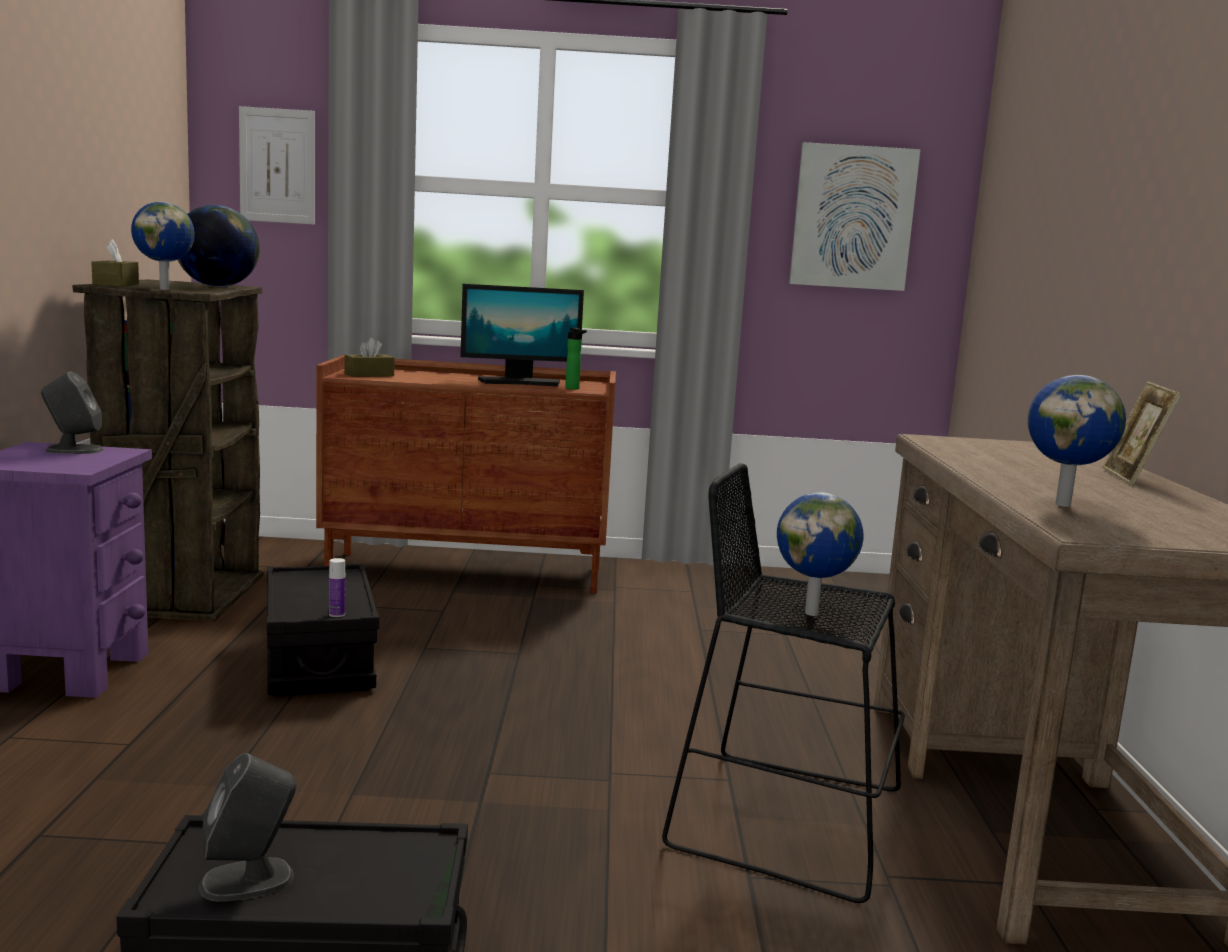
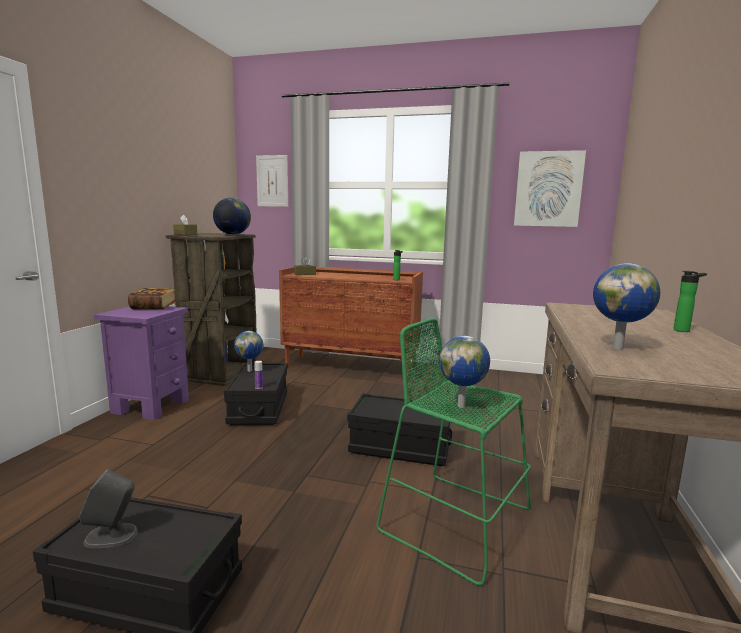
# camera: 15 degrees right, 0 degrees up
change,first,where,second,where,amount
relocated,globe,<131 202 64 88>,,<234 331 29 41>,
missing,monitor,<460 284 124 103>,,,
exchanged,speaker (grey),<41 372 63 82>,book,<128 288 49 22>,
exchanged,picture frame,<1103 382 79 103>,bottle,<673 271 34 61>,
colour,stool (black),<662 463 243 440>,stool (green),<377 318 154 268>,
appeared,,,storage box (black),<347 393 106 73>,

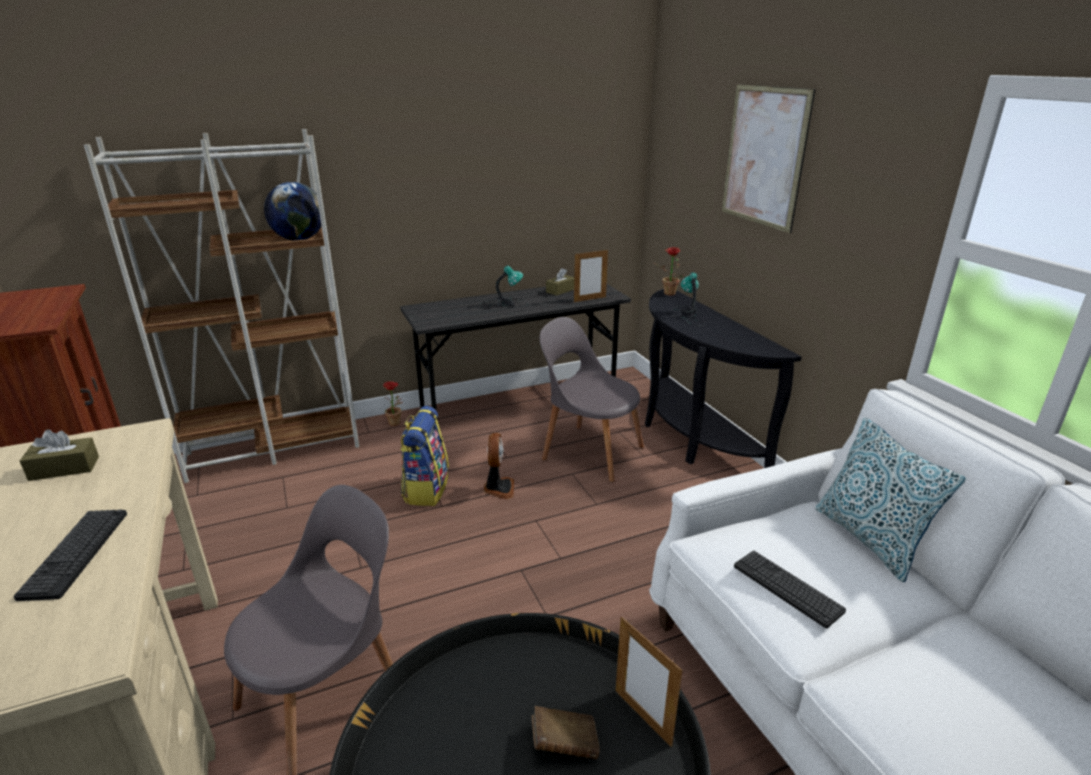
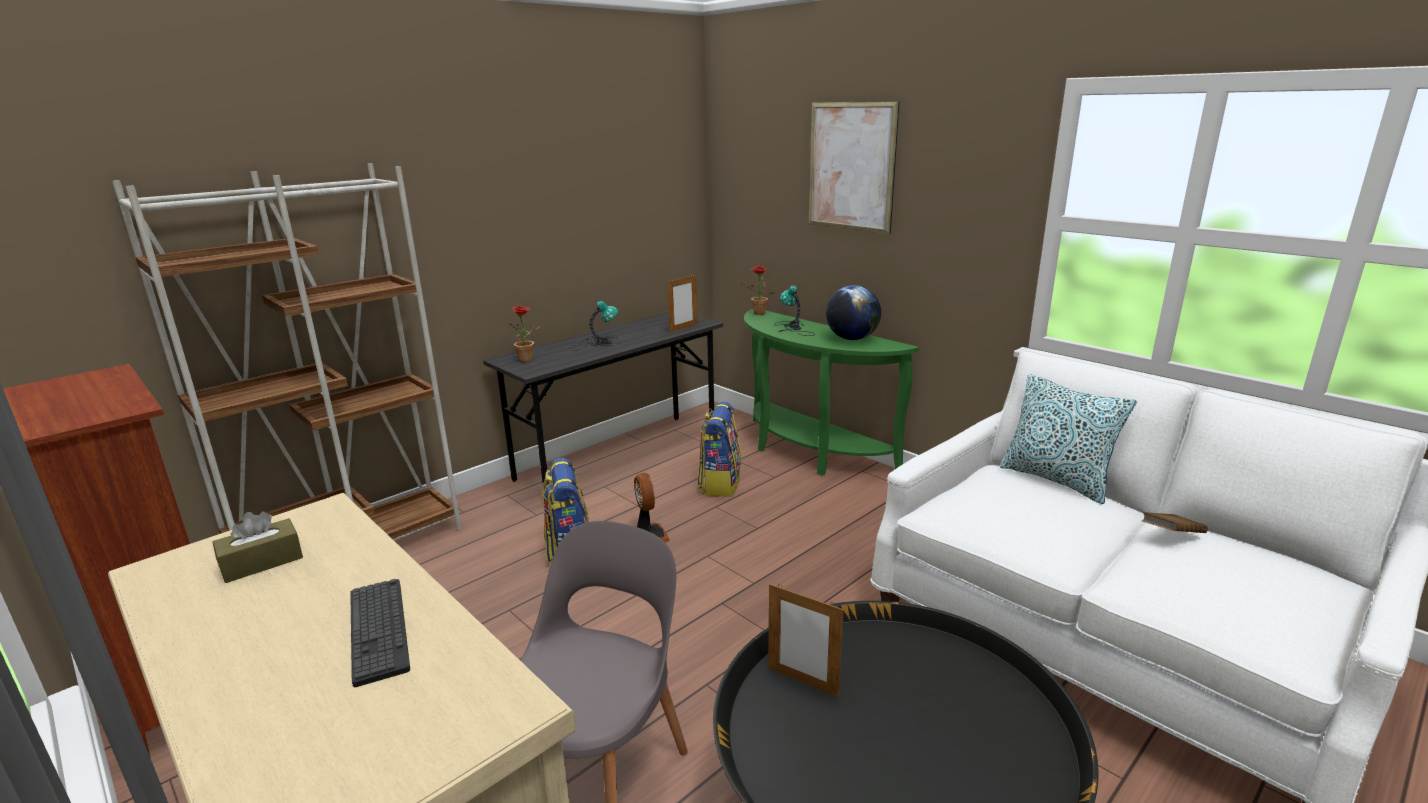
# camera: 20 degrees left, 5 degrees down
change,first,where,second,where,amount
relocated,globe,<264 182 61 58>,,<826 285 55 55>,
missing,tissue box (brown),<546 268 28 28>,,,
colour,console table (black),<645 289 157 179>,console table (green),<744 309 175 167>,
exchanged,chair (grey),<540 317 104 165>,backpack,<697 402 45 95>,
relocated,potted plant,<381 381 22 45>,,<508 306 33 56>,
missing,keyboard,<734 551 112 77>,,,
relocated,picture frame,<616 616 66 131>,,<768 584 76 113>,
relocated,book (brown),<532 706 68 53>,,<1142 512 66 21>,

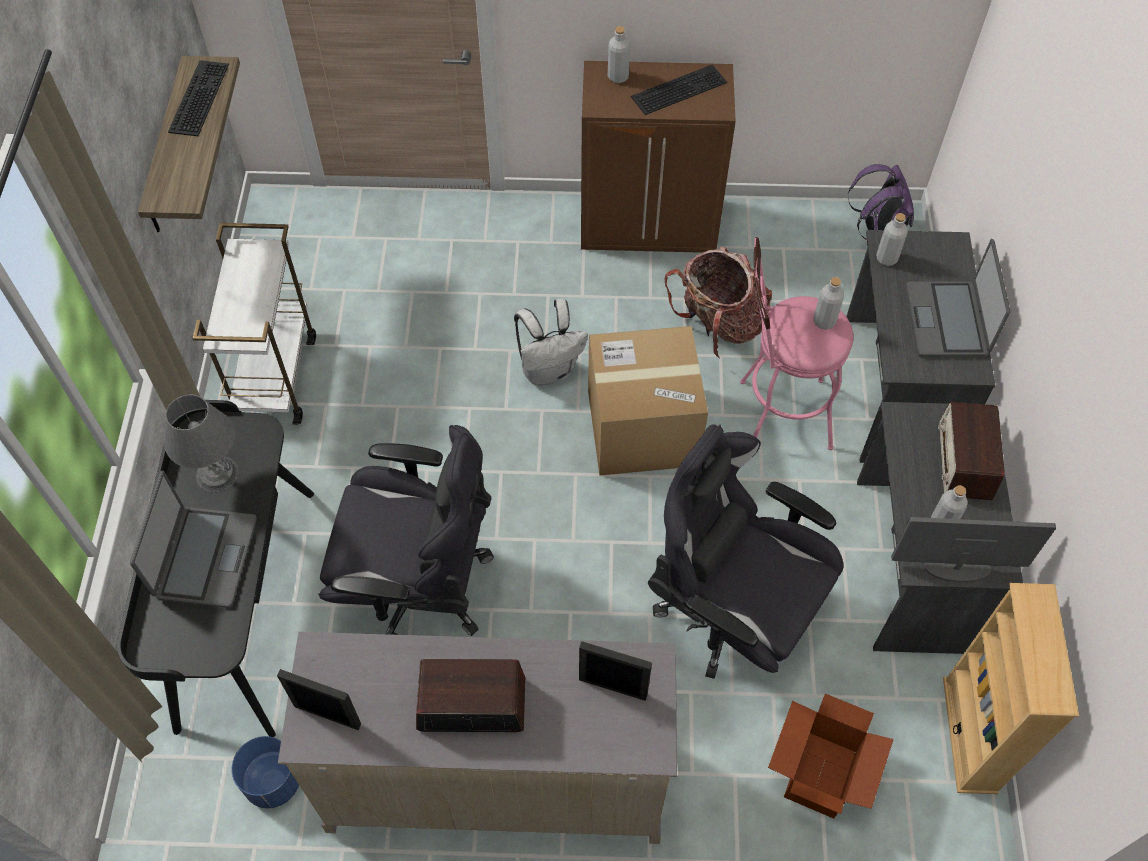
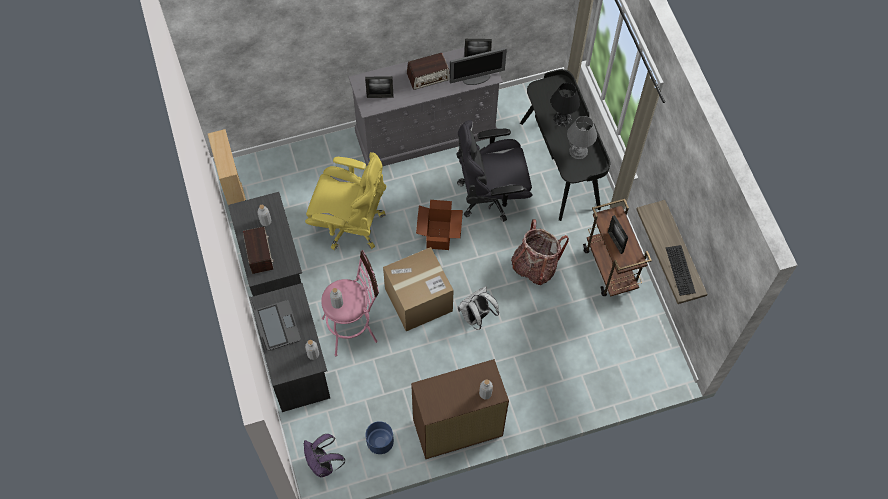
# camera: 160 degrees right, 5 degrees up
change,first,where,second,where,amount
missing,keyboard,<631 65 96 50>,,,
colour,cart (white),<193 223 124 202>,cart (brown),<583 199 69 98>,
relocated,backpack,<665 247 107 111>,,<511 219 58 66>,
colour,office chair (black),<648 424 196 255>,office chair (yellow),<305 152 81 98>,
exchanged,laptop,<130 471 127 137>,table lamp (black),<551 83 29 44>,
relocated,monitor,<891 517 165 65>,,<449 48 58 37>,
relocated,cardboard box,<768 694 126 124>,,<416 200 47 50>,
relocated,planter (blue),<232 736 67 72>,,<365 421 29 33>,
appeared,,,picture frame,<608 215 20 39>,

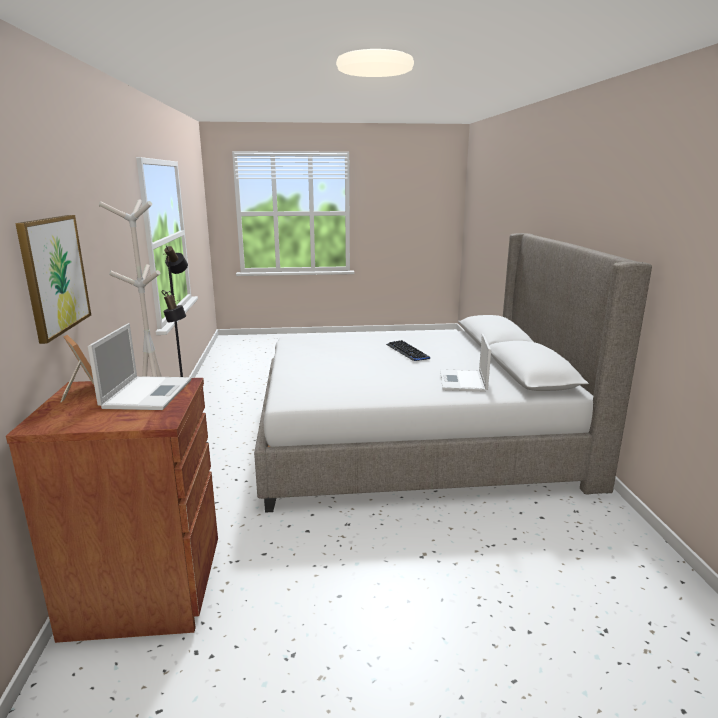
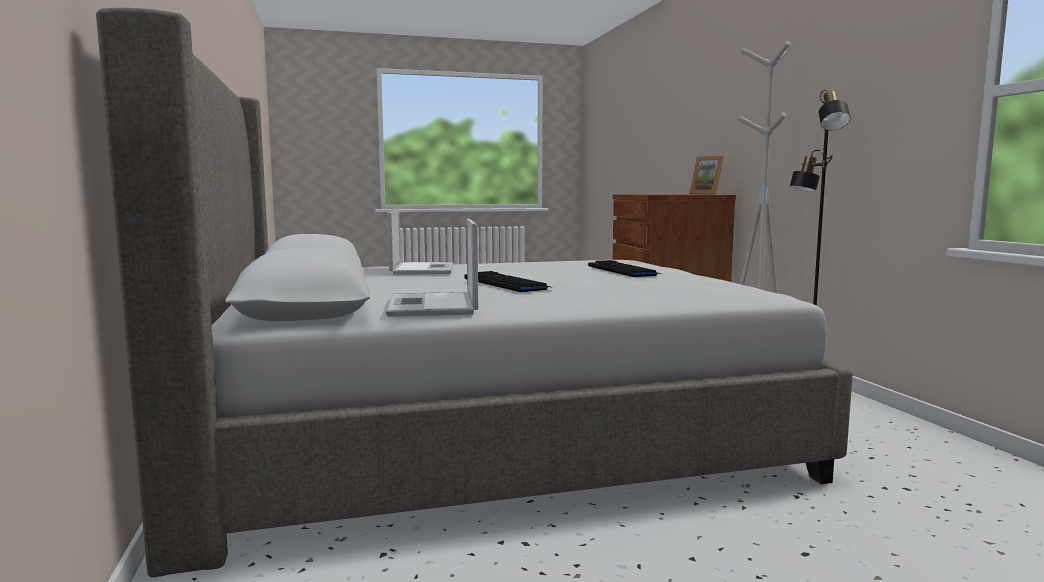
# camera: 170 degrees right, 10 degrees down
change,first,where,second,where,amount
missing,picture,<15 215 76 129>,,,
relocated,laptop,<88 323 103 87>,,<386 218 92 99>,
appeared,,,keyboard,<588 260 72 17>,

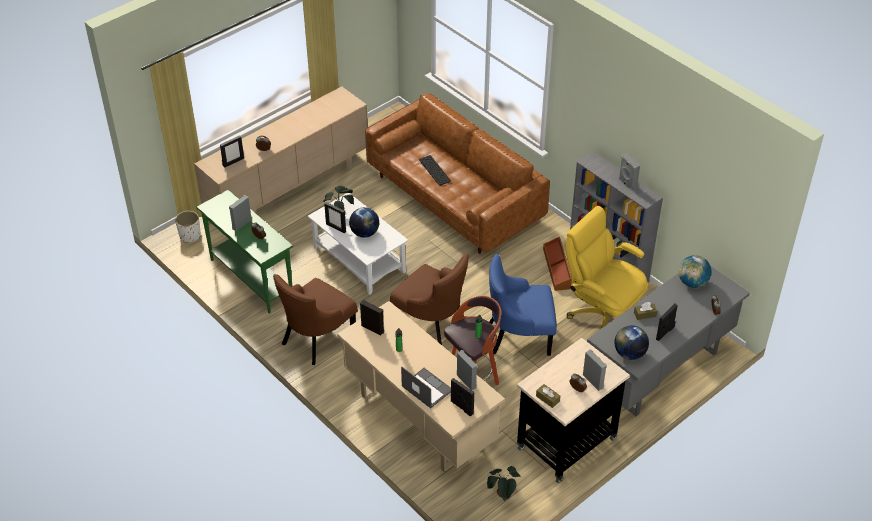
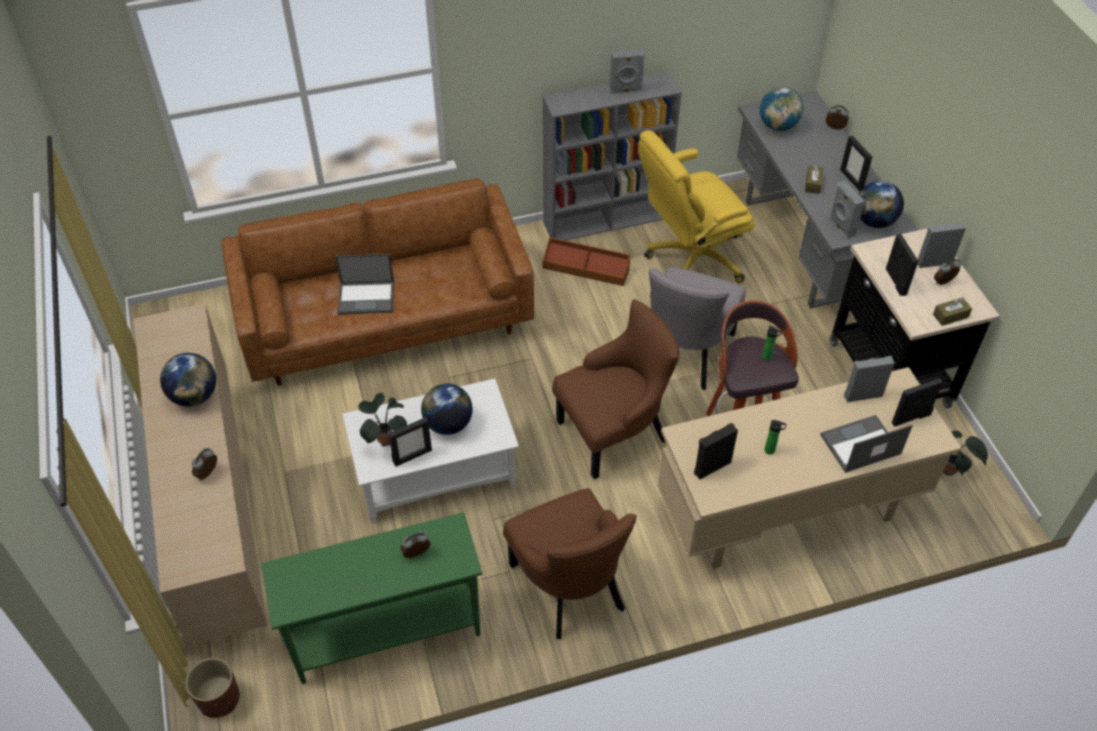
# camera: 65 degrees left, 5 degrees up
change,first,where,second,where,amount
relocated,picture frame,<220 135 24 32>,,<886 234 32 62>,
exchanged,keyboard,<419 155 32 31>,laptop,<335 254 59 60>,
relocated,speaker (grey),<229 195 23 36>,,<829 181 36 58>,
colour,planter (white),<175 211 26 32>,planter (brown),<185 658 55 60>,
colour,chair (blue),<489 254 68 102>,chair (grey),<648 267 98 123>,
appeared,,,globe,<160 353 56 54>,

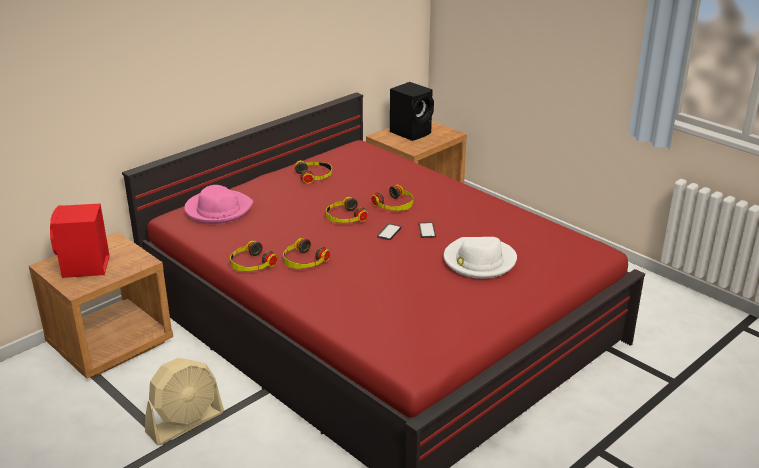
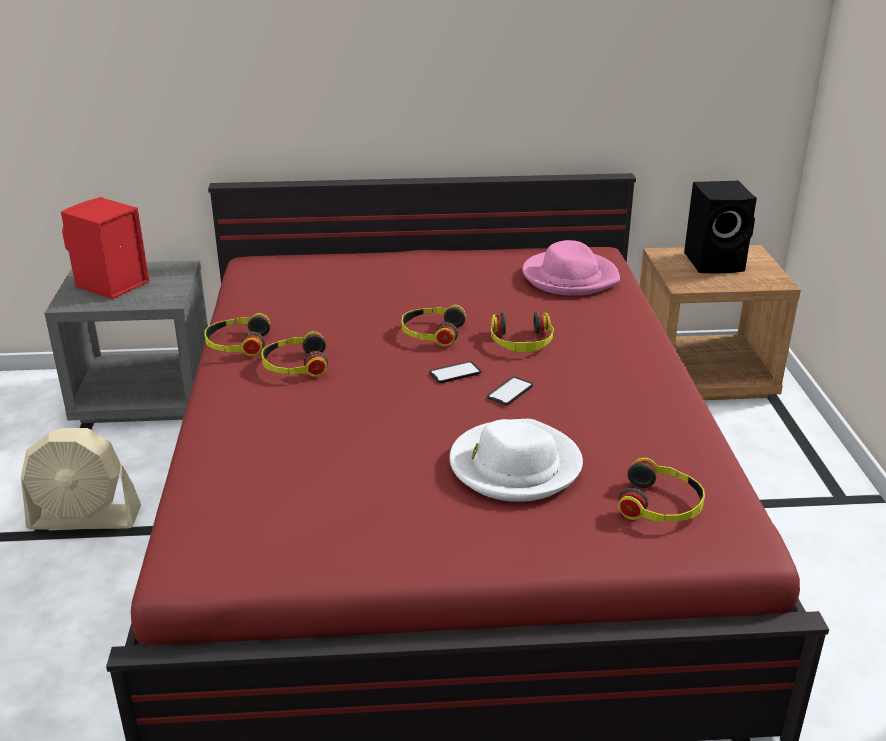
# camera: 40 degrees right, 0 degrees up
change,first,where,second,where,amount
relocated,headphones,<295 160 37 24>,,<618 458 87 64>,
relocated,hat (pink),<184 185 69 39>,,<522 240 98 56>,
colour,nightstand (brown),<29 232 144 147>,nightstand (grey),<45 261 163 162>,

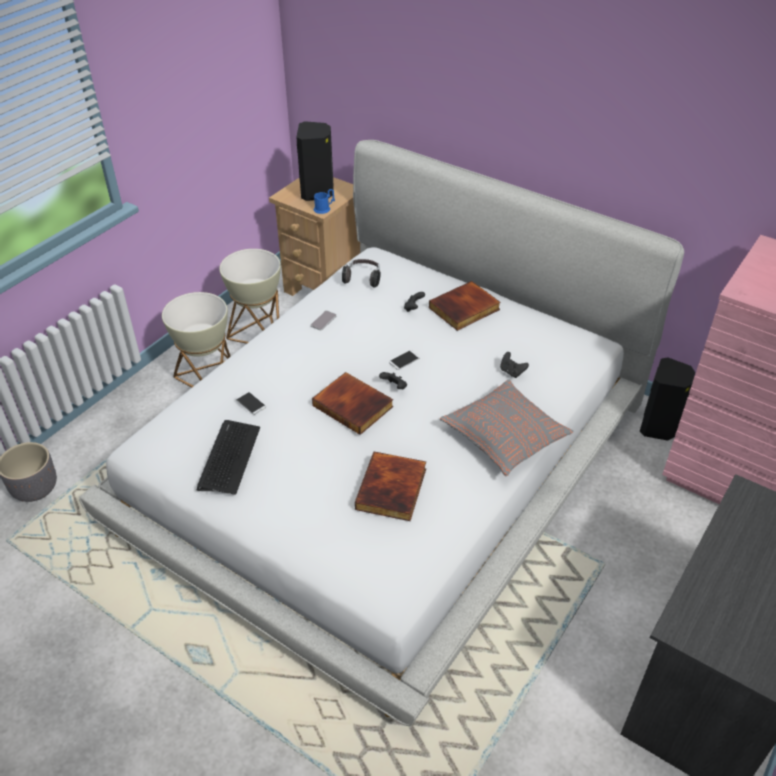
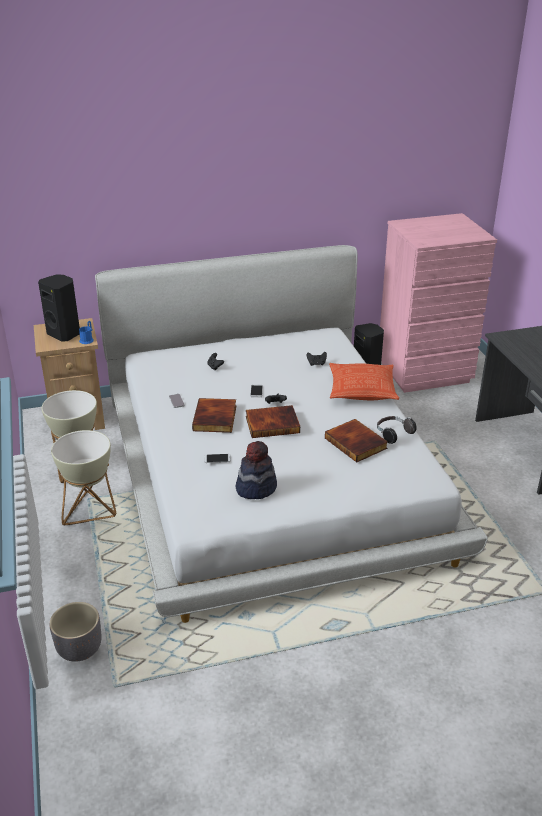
# camera: 50 degrees left, 10 degrees down
change,first,where,second,where,amount
relocated,headphones,<342 259 39 28>,,<377 416 40 28>,
relocated,book,<429 281 72 50>,,<192 398 45 35>,
colour,pillow (grey),<440 380 134 96>,pillow (orange),<329 363 70 37>,
exchanged,keyboard,<197 420 63 75>,hat,<236 441 41 58>,

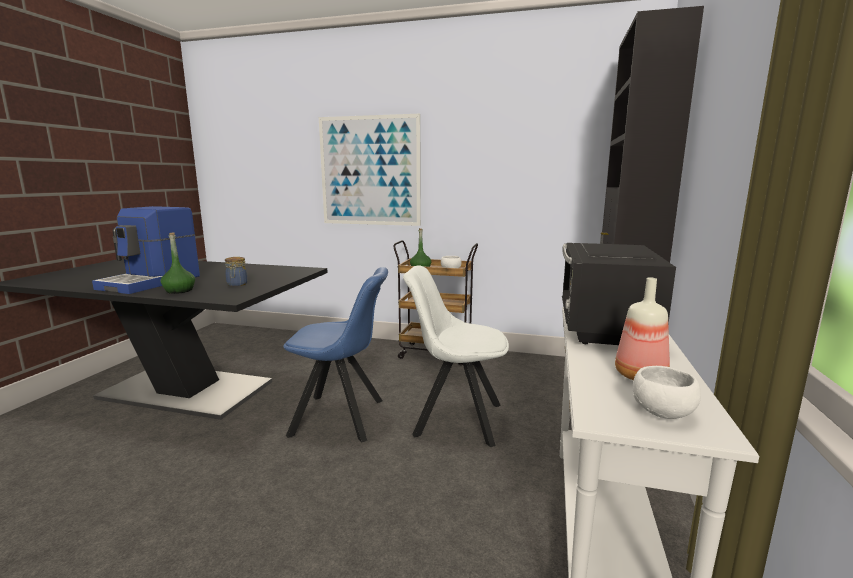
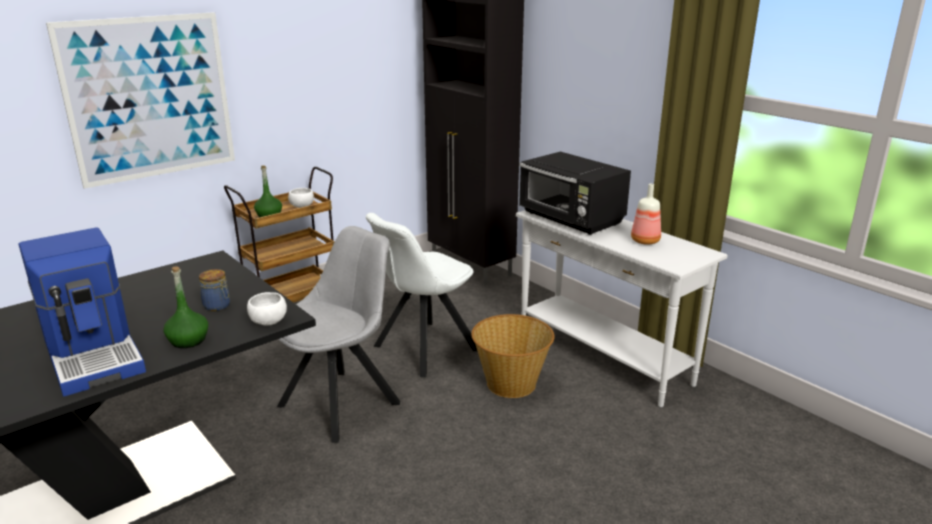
# camera: 55 degrees left, 10 degrees up
change,first,where,second,where,amount
colour,chair (blue),<283 267 105 175>,chair (grey),<277 226 123 217>,
relocated,bowl (white),<633 366 68 53>,,<247 292 40 33>,
appeared,,,basket,<471 314 84 84>,

